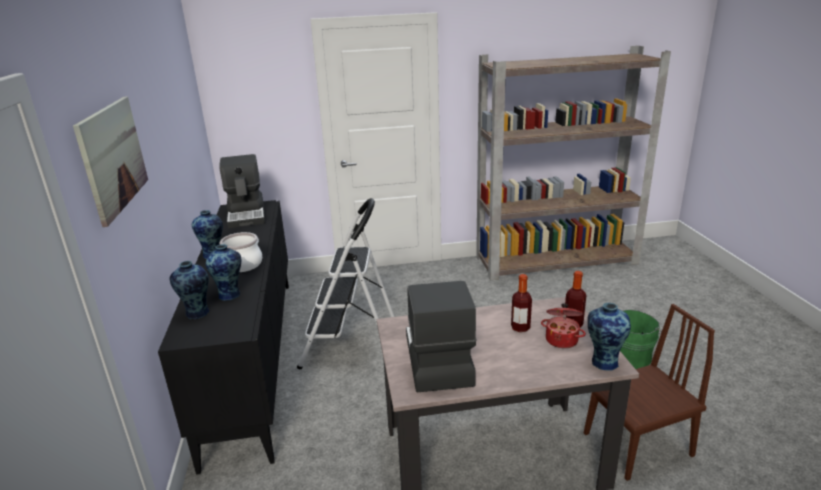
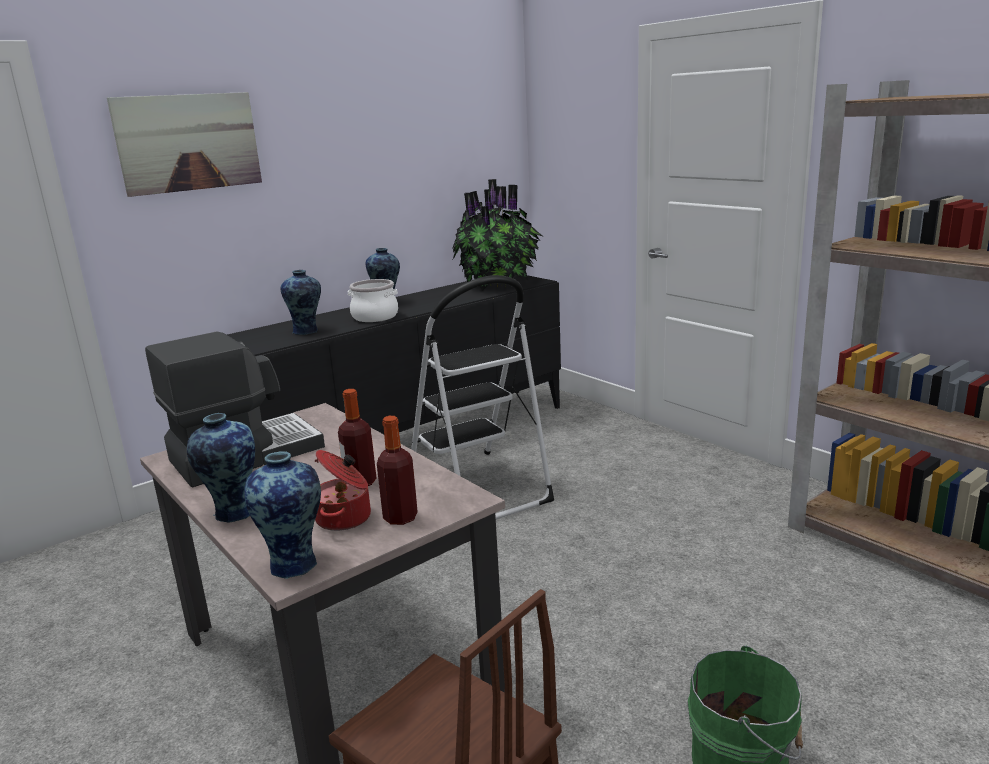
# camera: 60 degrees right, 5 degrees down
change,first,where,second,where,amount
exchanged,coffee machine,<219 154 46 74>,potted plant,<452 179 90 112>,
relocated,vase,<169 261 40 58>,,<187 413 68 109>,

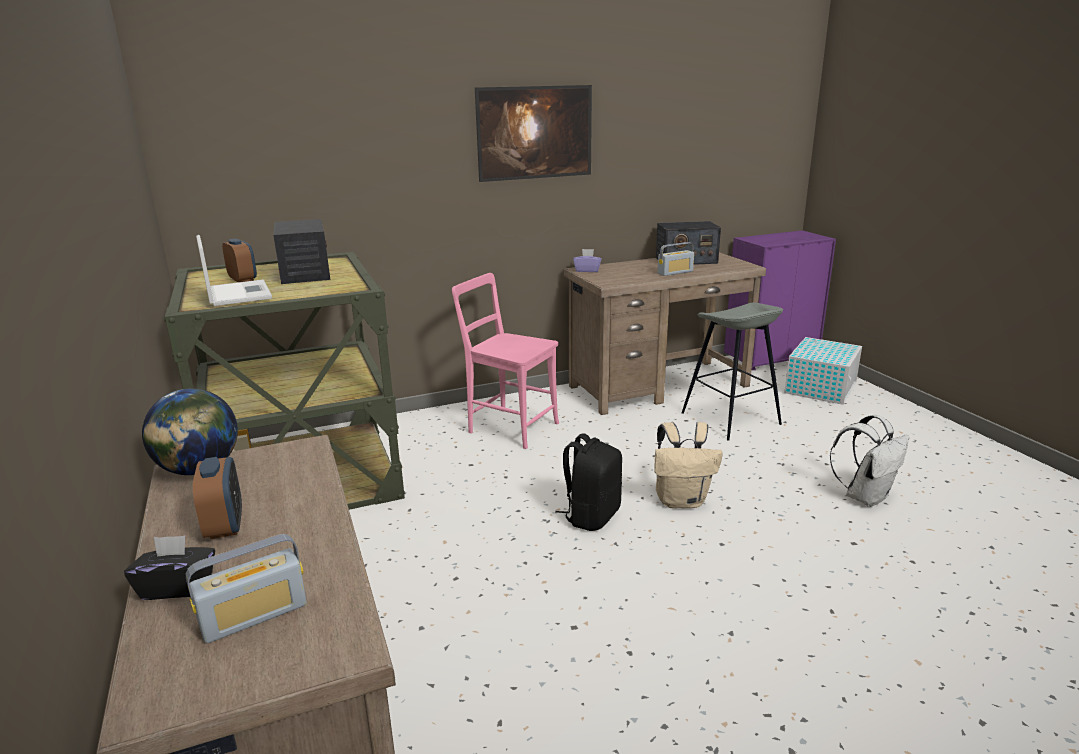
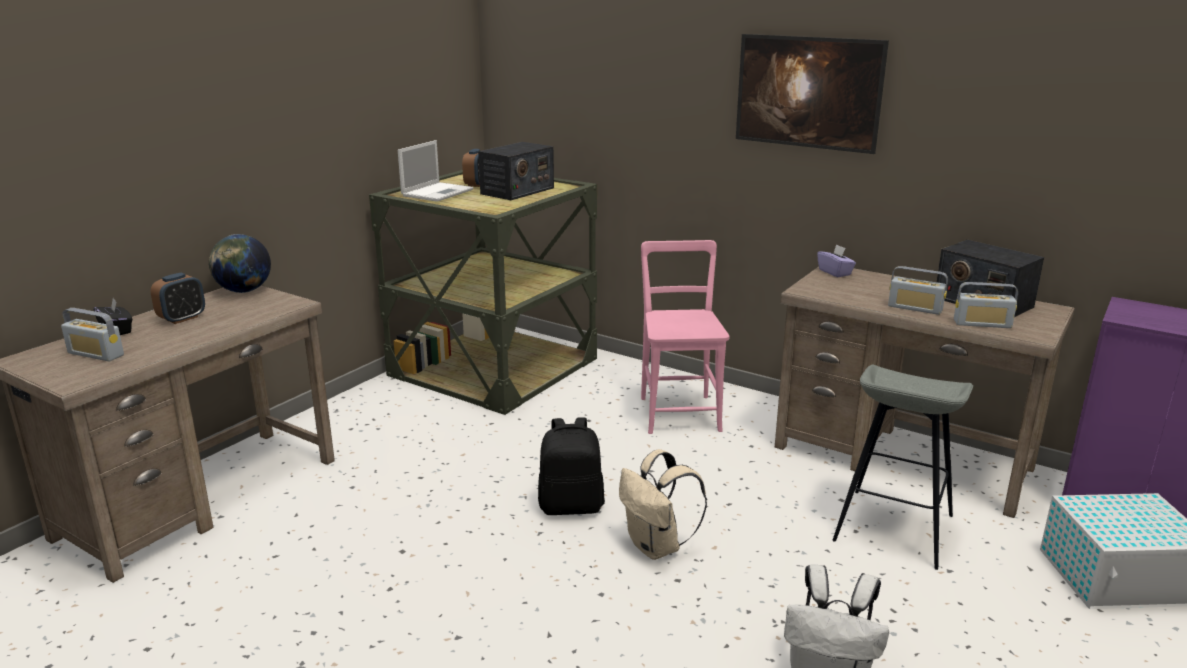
# camera: 55 degrees right, 0 degrees up
change,first,where,second,where,amount
appeared,,,radio,<954 282 64 46>,

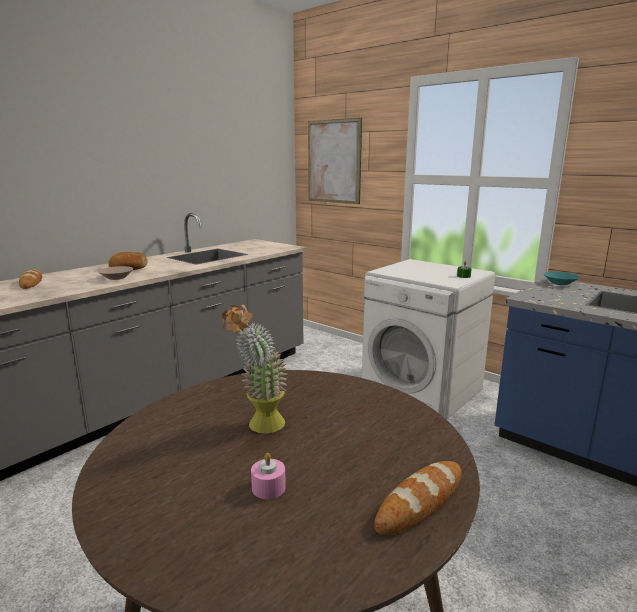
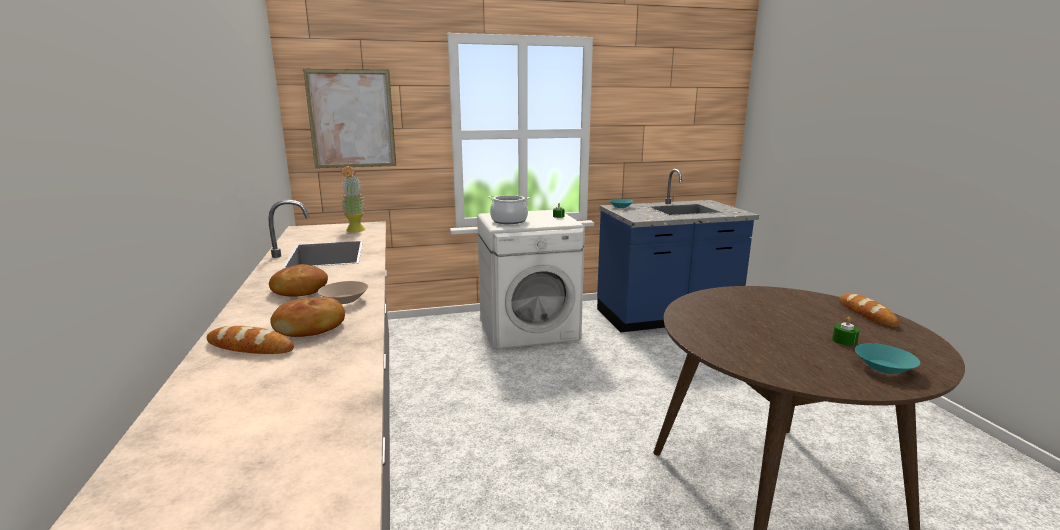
# camera: 55 degrees left, 0 degrees up
change,first,where,second,where,amount
relocated,potted plant,<222 305 66 128>,,<340 165 26 67>,
colour,candle (pink),<251 453 35 46>,candle (green),<832 317 28 29>,
appeared,,,cooking pot,<488 195 41 29>,
appeared,,,bread,<270 297 75 40>,
appeared,,,bowl (turquoise),<855 343 65 31>,

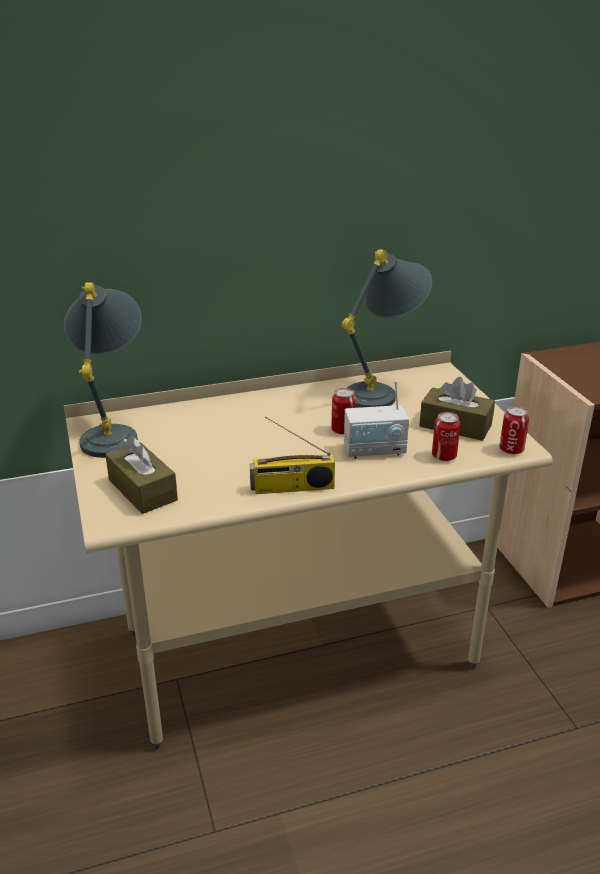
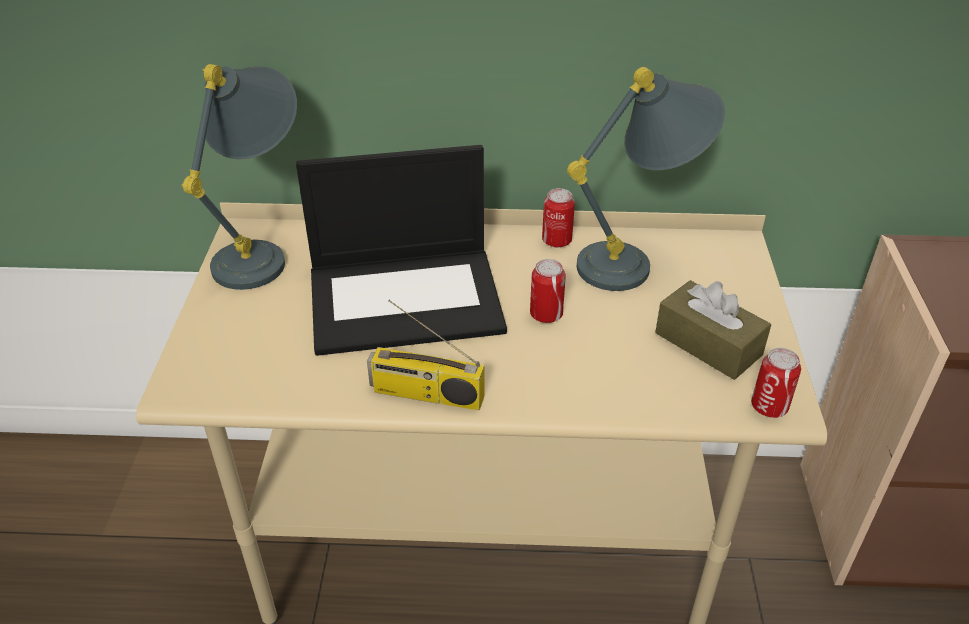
# camera: 20 degrees right, 10 degrees up
change,first,where,second,where,amount
missing,radio,<344 381 65 77>,,,
relocated,can,<432 412 28 49>,,<542 188 33 59>,
missing,tissue box (brown),<105 436 73 78>,,,
appeared,,,laptop,<296 145 211 211>,

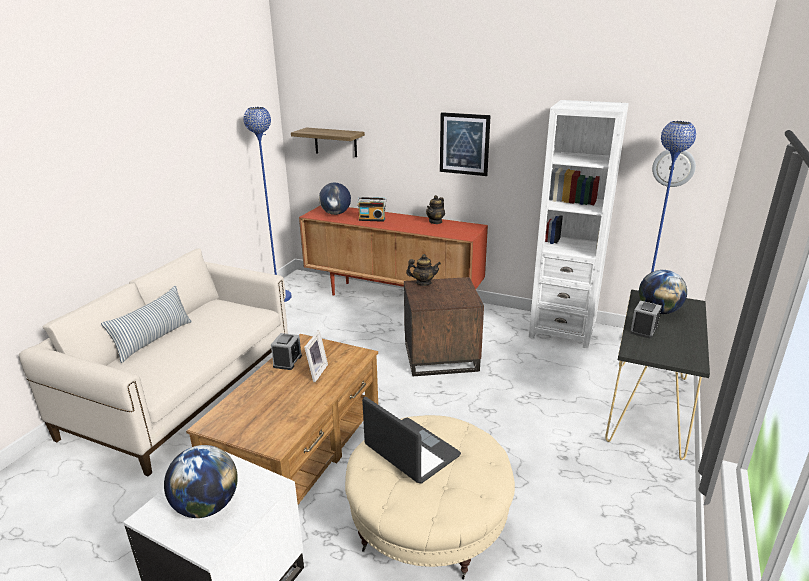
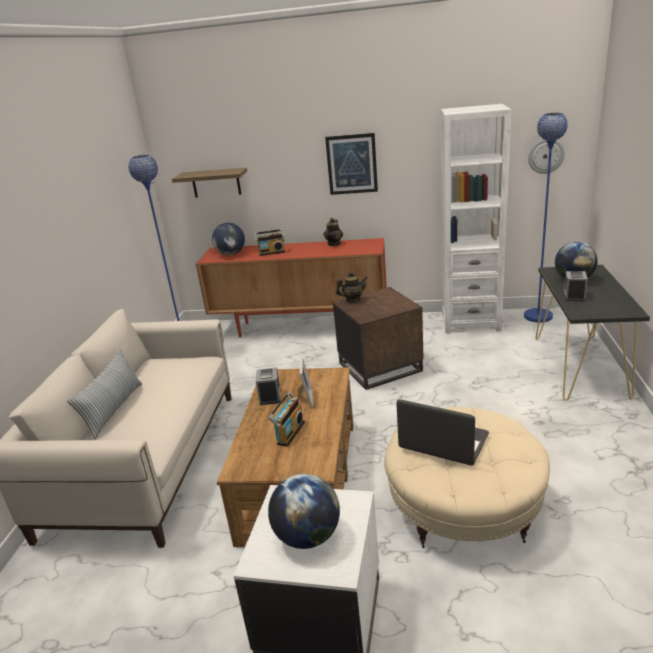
# camera: 15 degrees left, 0 degrees up
change,first,where,second,where,amount
appeared,,,radio,<268 392 37 55>,

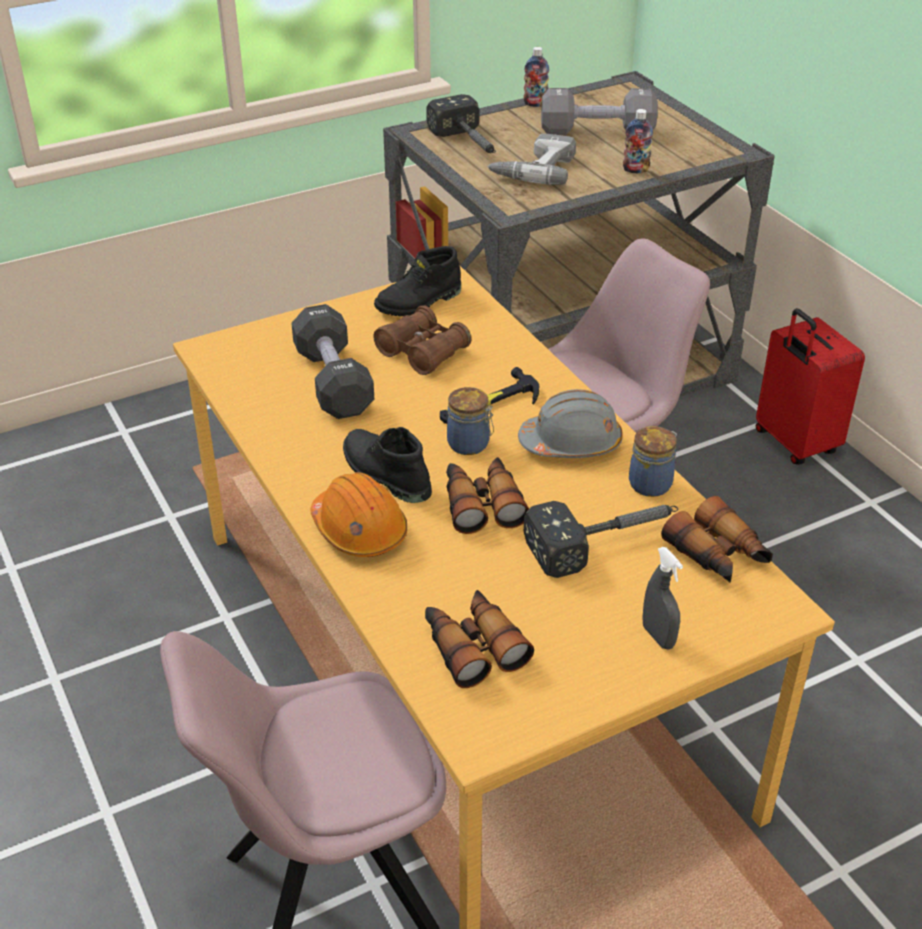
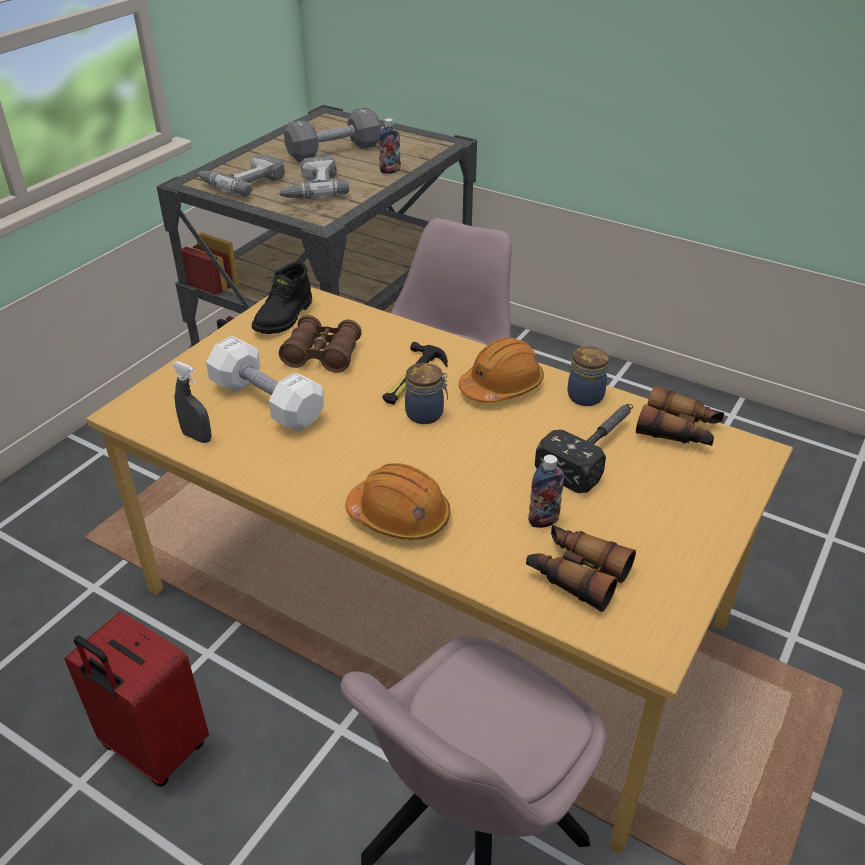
# camera: 30 degrees left, 0 degrees up
change,first,where,second,where,amount
relocated,bottle,<523 47 26 60>,,<528 455 36 73>,
exchanged,hammer,<426 94 70 59>,power drill,<198 154 87 42>,
colour,dumbbell (black),<291 304 83 115>,dumbbell (white),<206 336 118 96>,
relocated,suitcase (red),<756 308 109 157>,,<64 611 145 176>,
colour,hard hat (grey),<518 389 105 69>,hard hat (orange),<459 337 85 66>,
missing,boot (black),<343 427 89 76>,,,
missing,binoculars,<446 457 83 77>,,,
relocated,spray bottle (grey),<642 547 41 103>,,<172 361 39 82>,

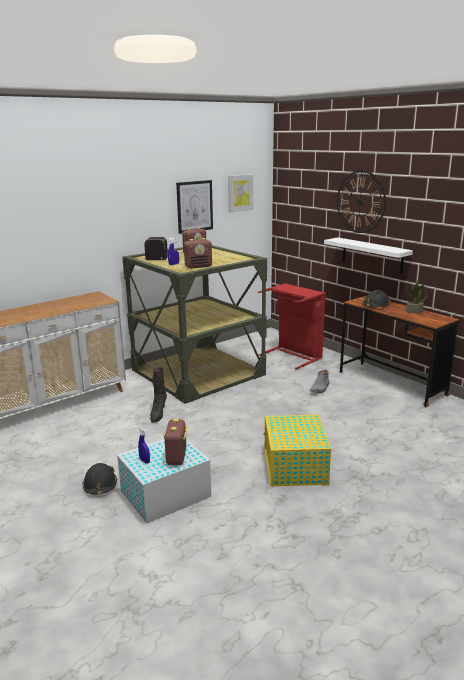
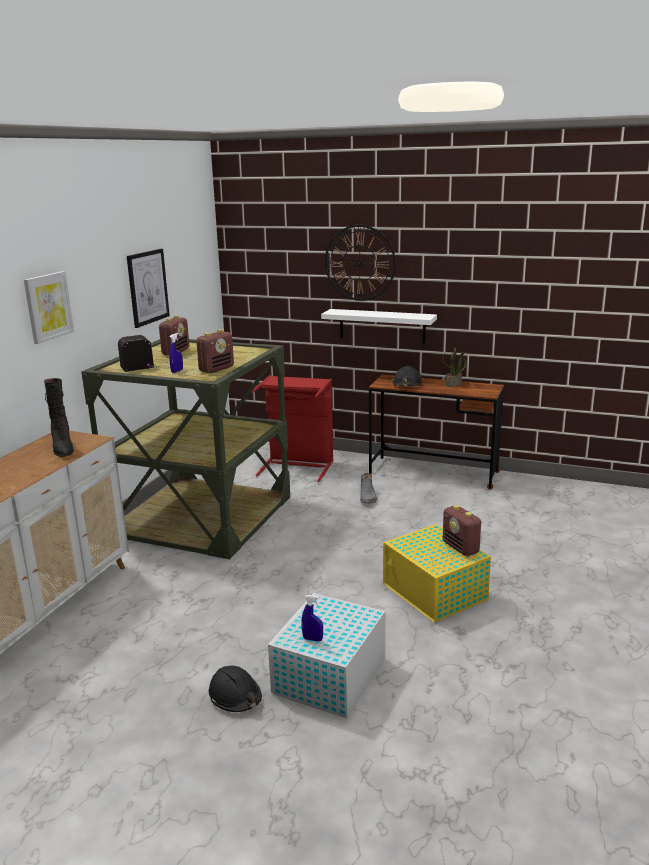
# camera: 30 degrees left, 0 degrees up
change,first,where,second,where,amount
relocated,picture,<228 174 25 38>,,<24 271 50 73>,
relocated,boot (black),<150 367 17 56>,,<44 378 30 79>,
relocated,radio,<164 419 24 46>,,<443 505 40 51>,

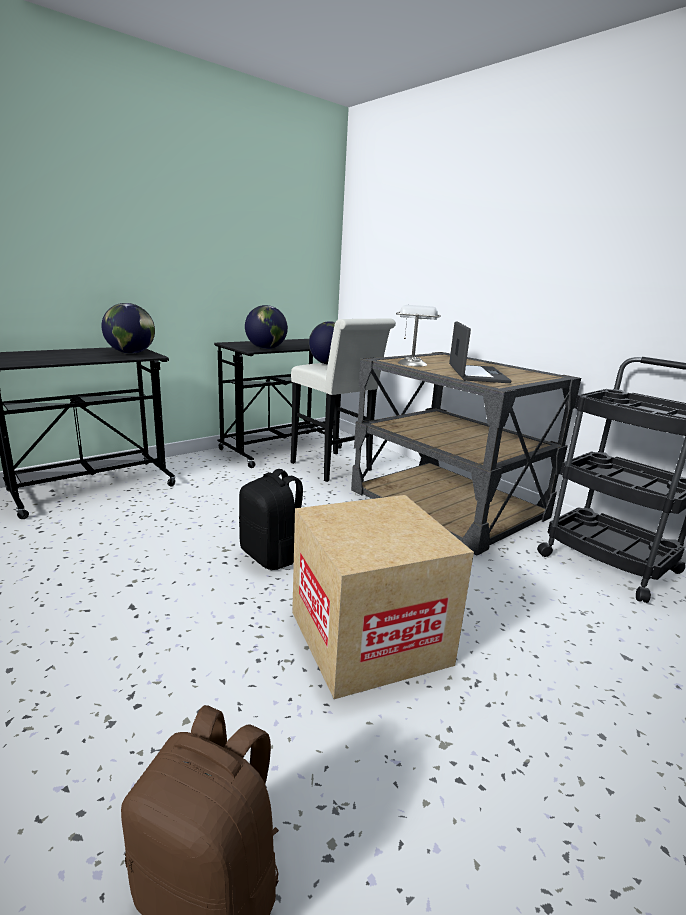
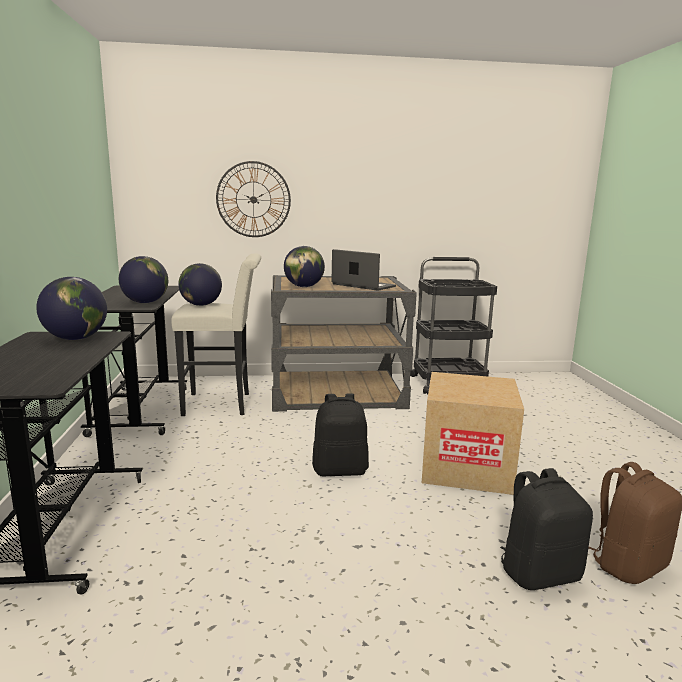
# camera: 55 degrees left, 5 degrees down
change,first,where,second,where,amount
exchanged,table lamp (white),<396 305 45 61>,globe,<284 246 41 41>,
appeared,,,wall clock,<216 161 75 76>,
appeared,,,backpack (black),<500 468 93 122>,

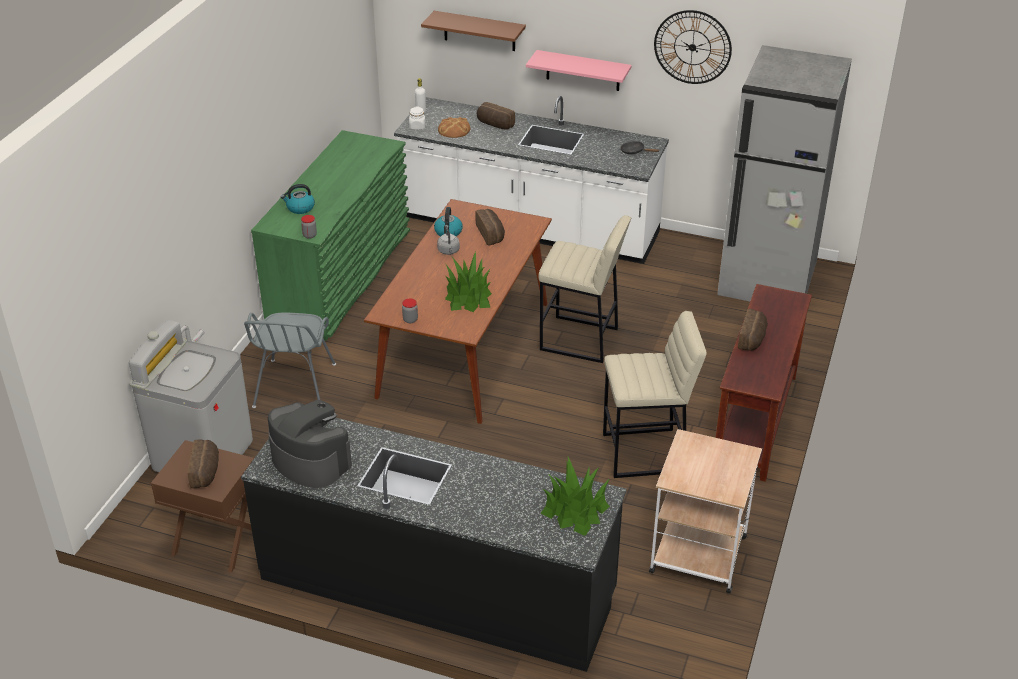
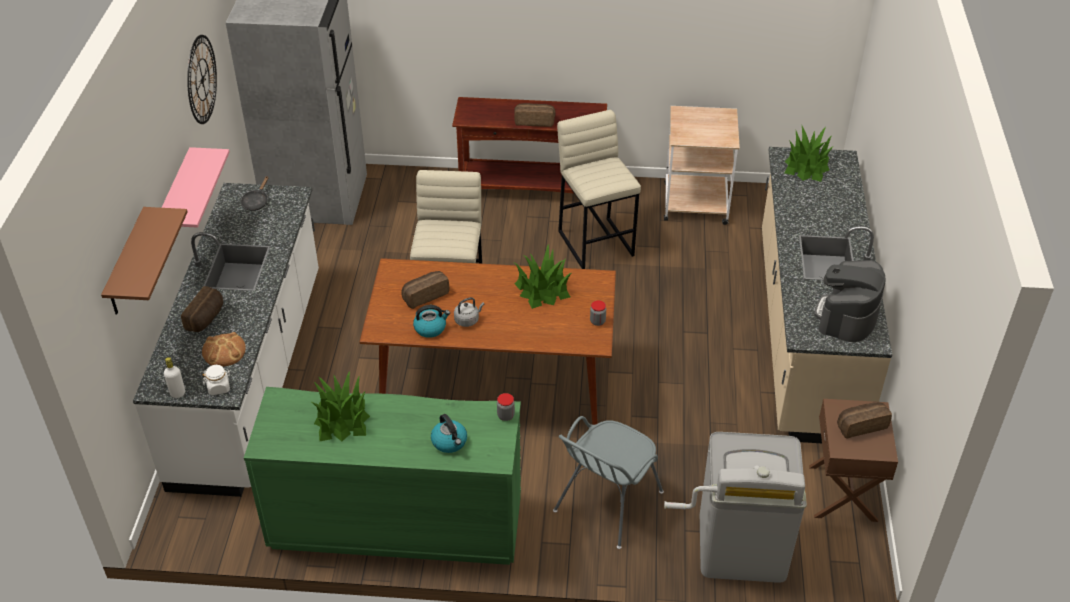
# camera: 105 degrees left, 5 degrees up
change,first,where,second,where,amount
spun,chair (grey),<244 313 92 95>,,<553 416 111 133>,135 degrees clockwise
colour,counter (black),<241 418 385 254>,counter (beige),<762 147 130 296>,
appeared,,,potted plant,<312 371 58 70>,

